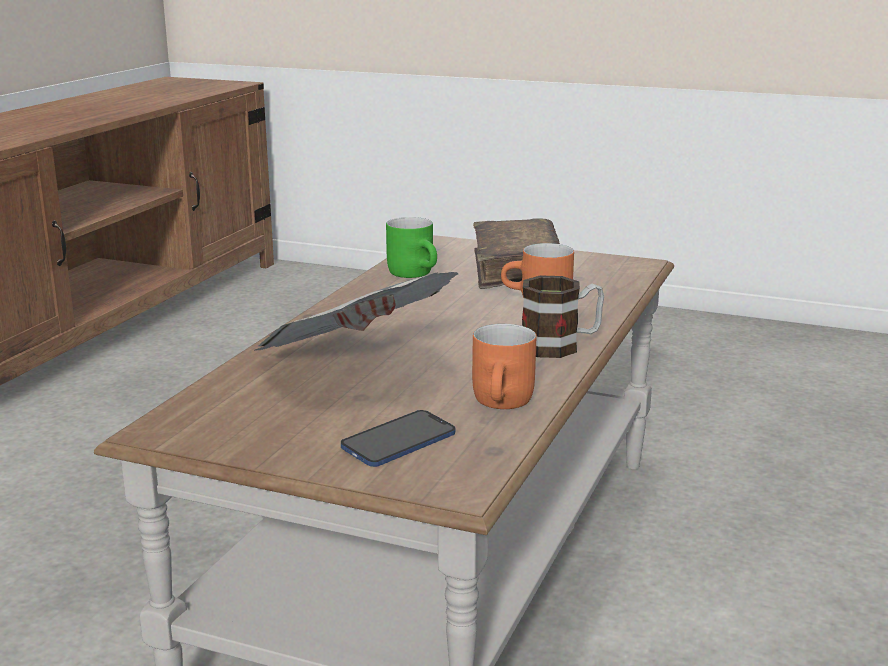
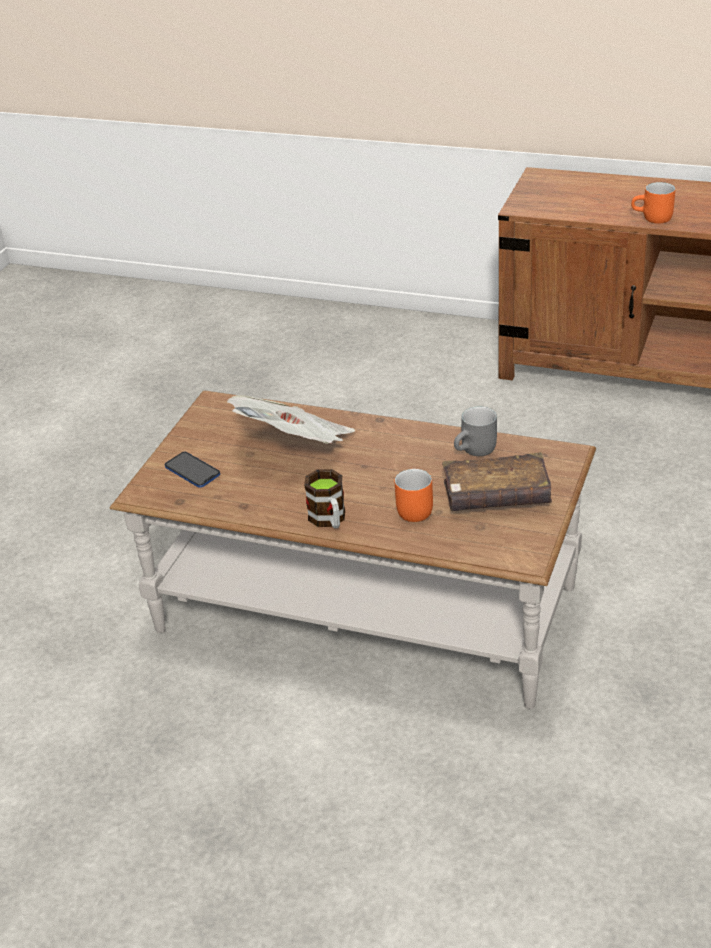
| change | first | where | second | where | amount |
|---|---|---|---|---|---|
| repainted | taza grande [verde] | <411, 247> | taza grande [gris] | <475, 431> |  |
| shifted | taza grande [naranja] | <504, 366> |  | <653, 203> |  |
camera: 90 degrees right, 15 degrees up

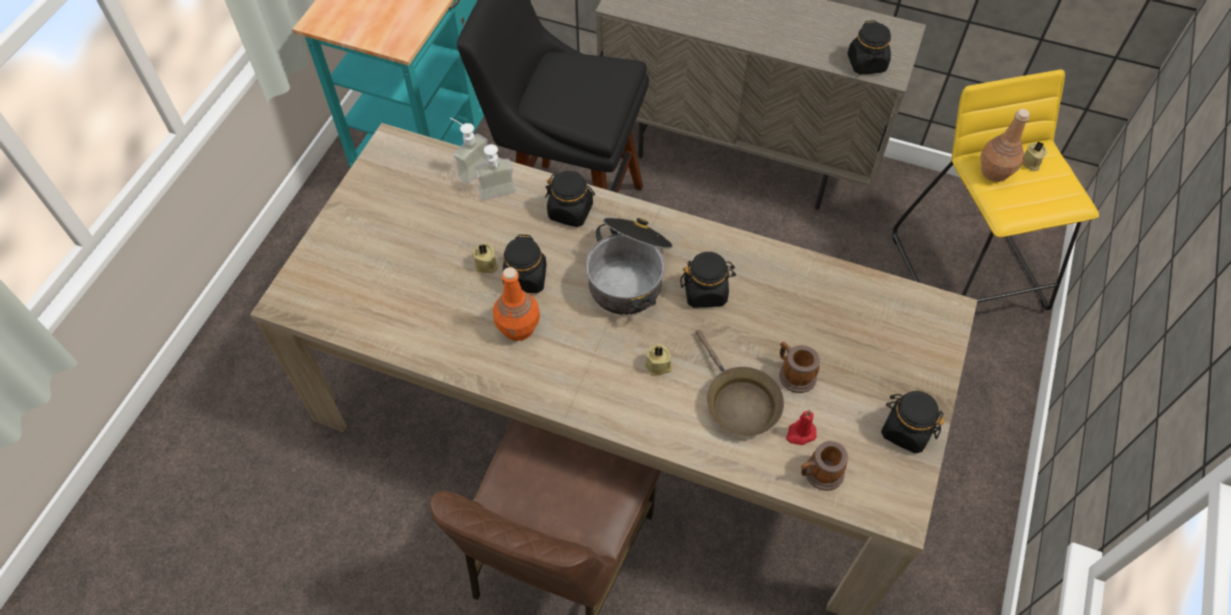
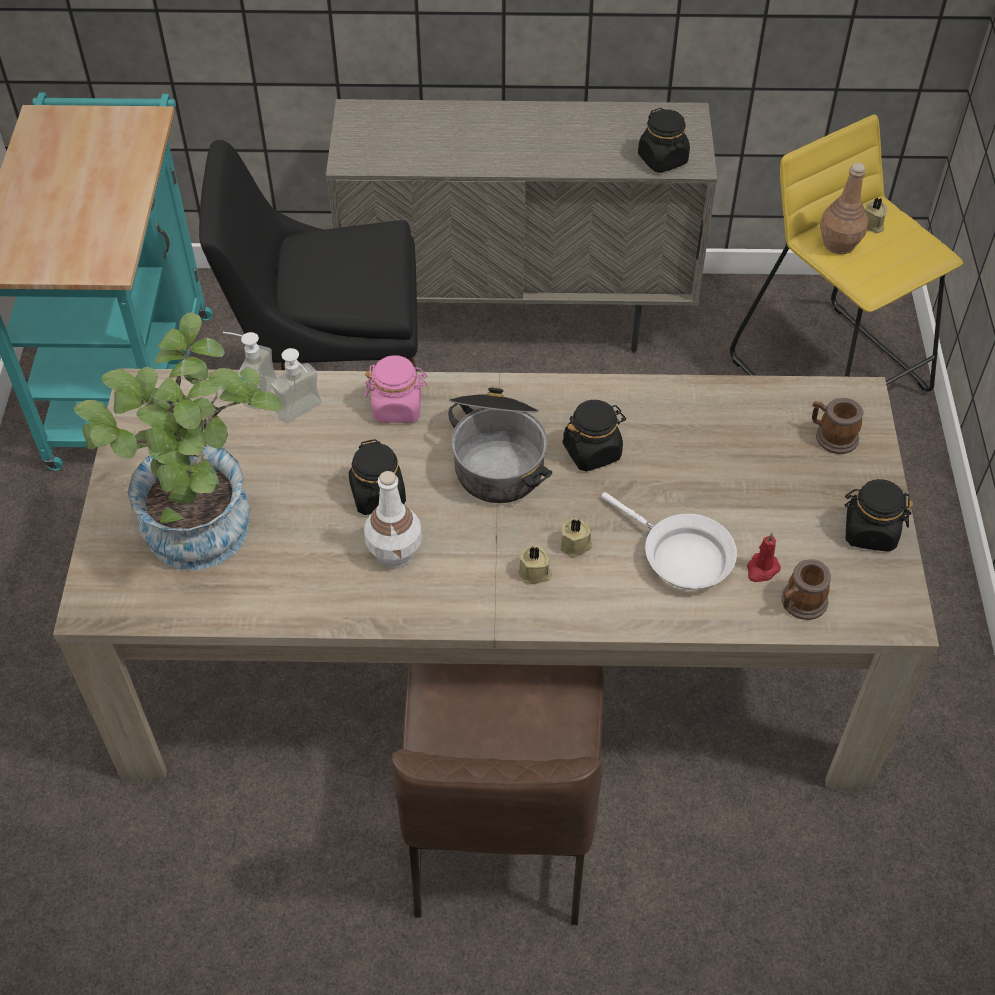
| change | first | where | second | where | amount |
|---|---|---|---|---|---|
| new |  |  | planta en maceta | <178, 441> |  |
| repainted | botella [naranja] | <516, 304> | botella [blanco] | <393, 519> |  |
| repainted | tarro [negro] | <570, 199> | tarro [rosa] | <396, 389> |  |
| shifted | vela [beis] | <485, 259> |  | <535, 565> |  |
| repainted | sartén [marrón] | <739, 383> | sartén [blanco] | <669, 540> |  |
| shifted | taza grande | <799, 367> |  | <837, 426> |  |
camera: 20 degrees left, 5 degrees down

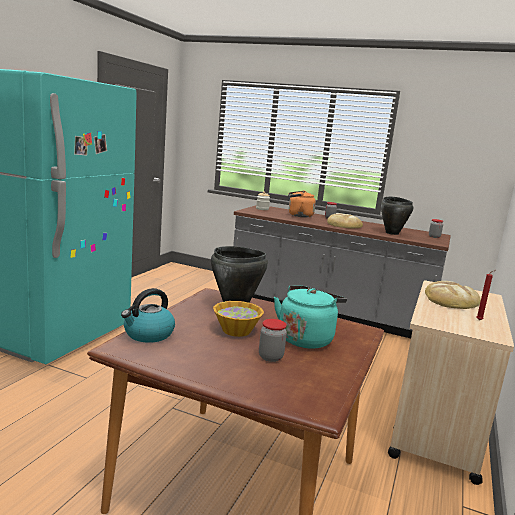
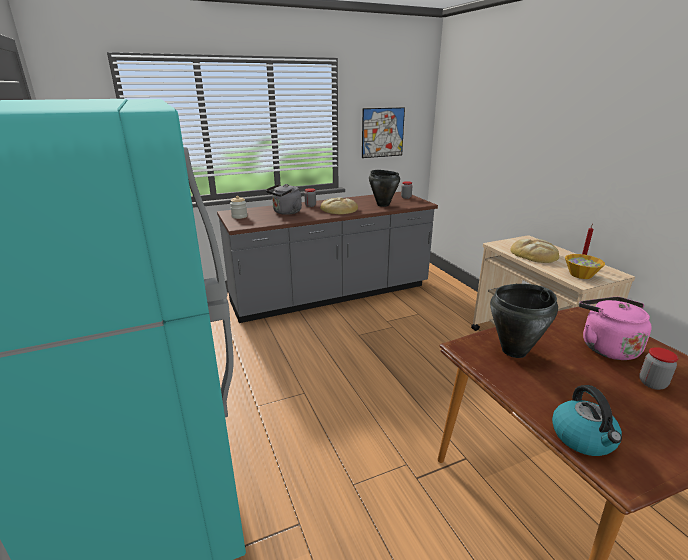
| change | first | where | second | where | amount |
|---|---|---|---|---|---|
| repainted | hervidor [naranja] | <302, 203> | hervidor [gris] | <284, 199> |  |
| new |  |  | cuadro | <383, 132> |  |
| shifted | cuenco | <238, 319> |  | <585, 266> |  |
| repainted | hervidor [turquesa] | <310, 317> | hervidor [rosa] | <615, 328> |  |
camera: 45 degrees left, 10 degrees up

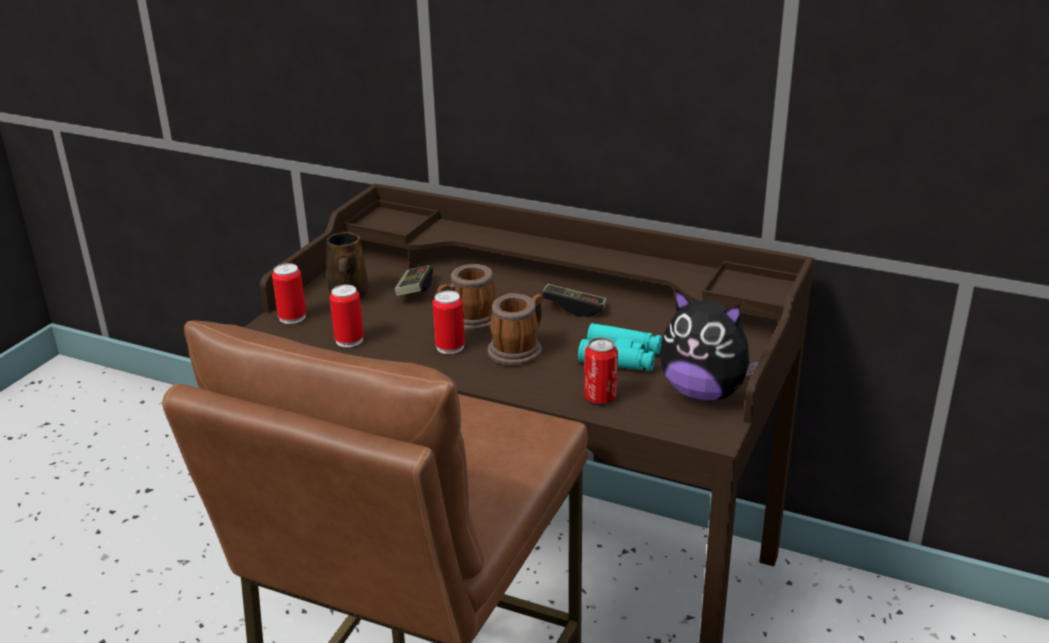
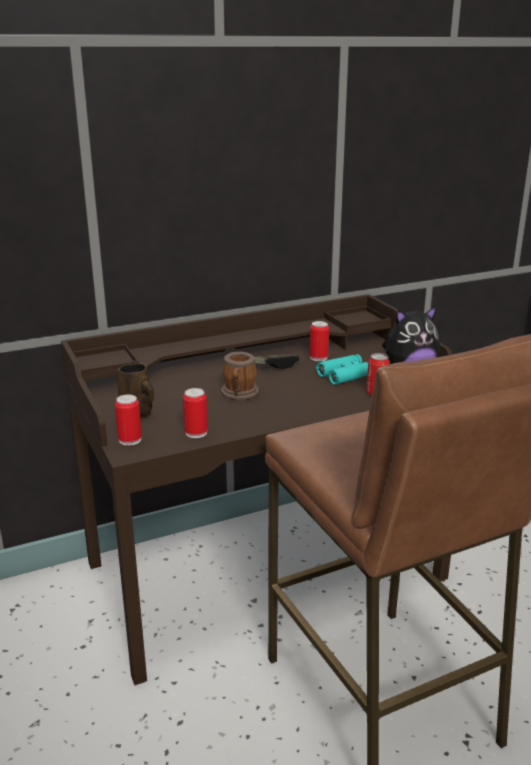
| change | first | where | second | where | amount |
|---|---|---|---|---|---|
| shifted | lata | <449, 322> |  | <319, 341> |  |
| gone | mando de consola | <413, 280> |  |  |  |
| gone | taza grande | <515, 329> |  |  |  |
camera: 50 degrees left, 5 degrees down

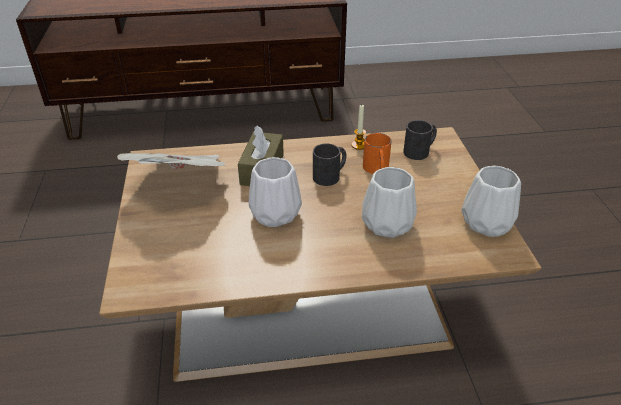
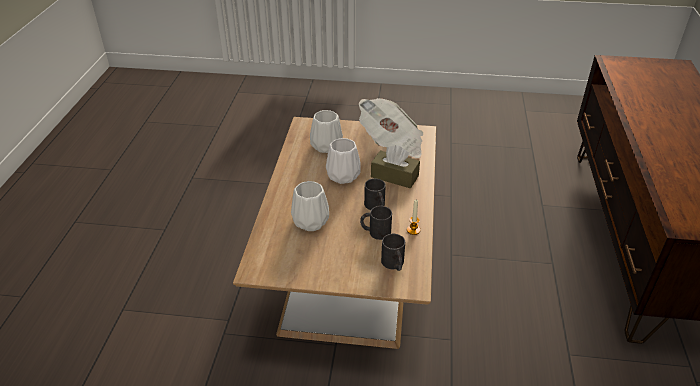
| change | first | where | second | where | amount |
|---|---|---|---|---|---|
| shifted | florero [blanco] | <491, 201> |  | <326, 131> |  |
| repainted | taza grande [naranja] | <377, 153> | taza grande [negro] | <376, 223> |  |
camera: 105 degrees right, 0 degrees up

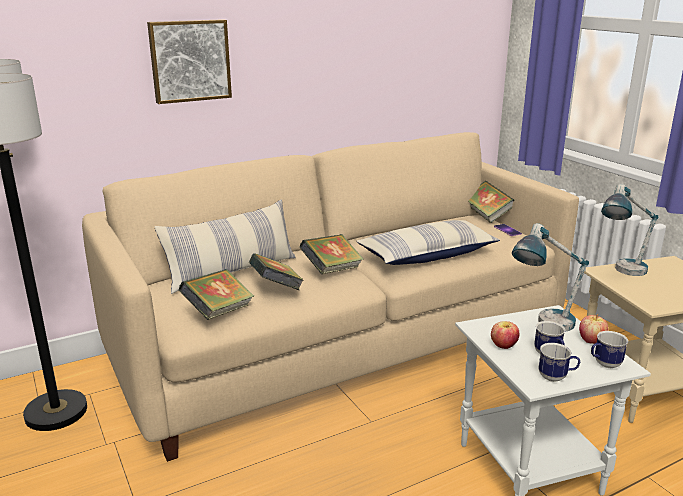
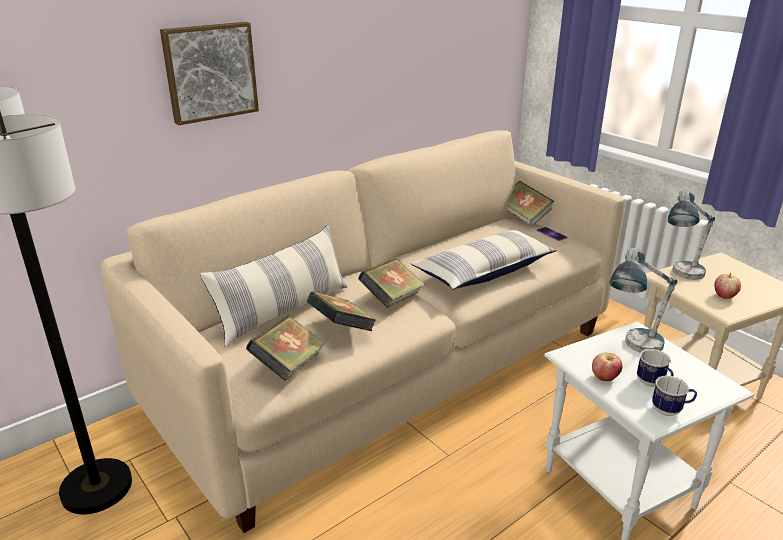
| change | first | where | second | where | amount |
|---|---|---|---|---|---|
| shifted | manzana | <593, 329> |  | <727, 286> |  |
| gone | taza grande | <609, 349> |  |  |  |
camera: 10 degrees left, 5 degrees up

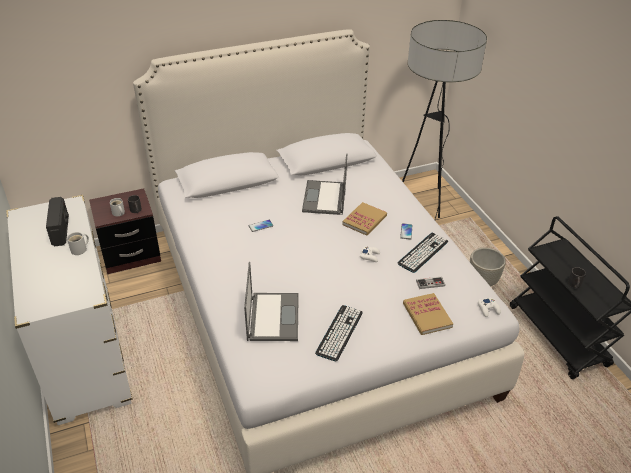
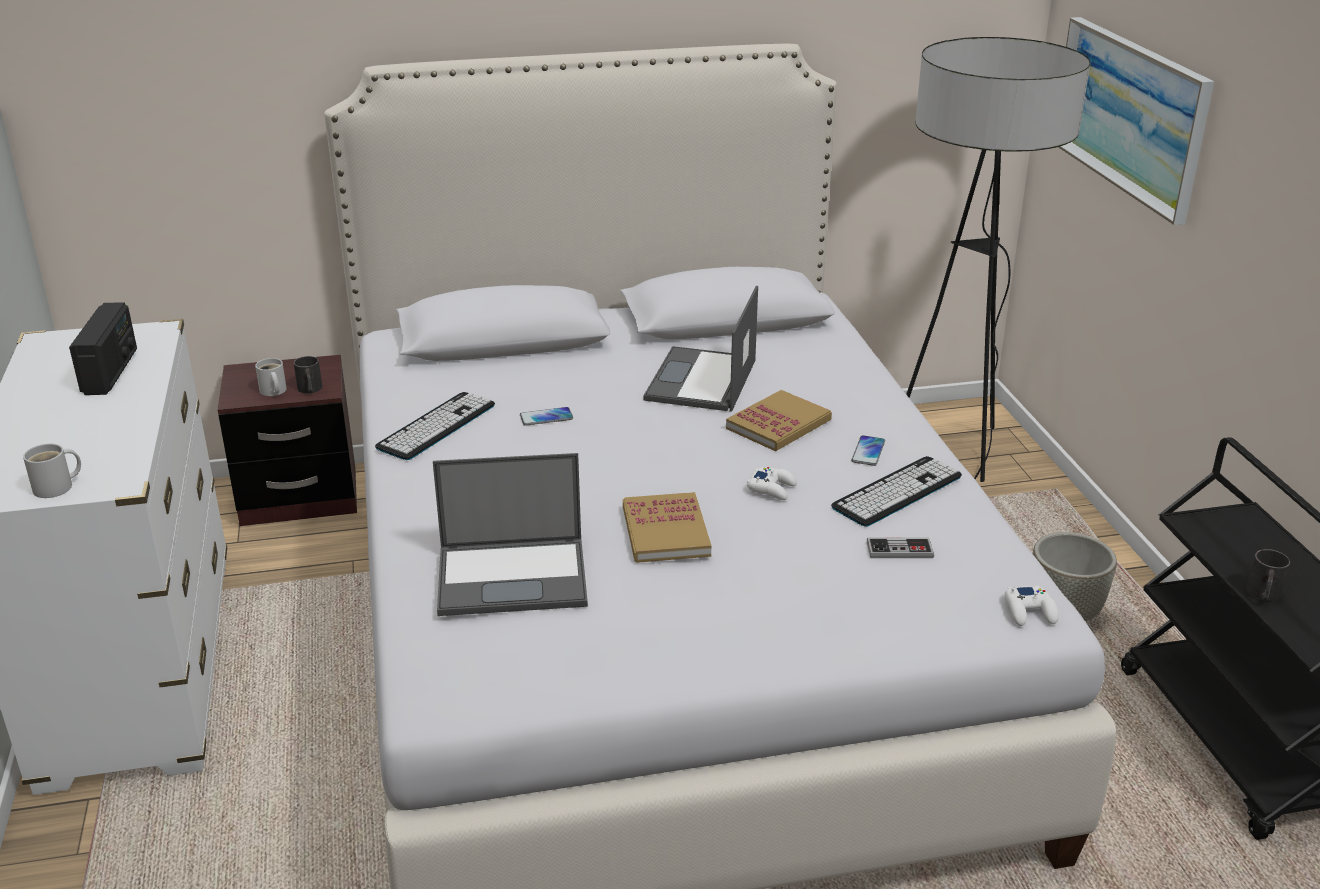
| change | first | where | second | where | amount |
|---|---|---|---|---|---|
| shifted | taza grande [blanco] | <78, 243> |  | <52, 471> |  |
| shifted | teclado | <339, 333> |  | <435, 426> |  |
| rotated | portátil | <271, 301> |  | <510, 534> | 75 degrees clockwise |
| shifted | libro | <428, 314> |  | <667, 527> |  |
| new |  |  | cuadro | <1136, 121> |  |
camera: 10 degrees right, 10 degrees down

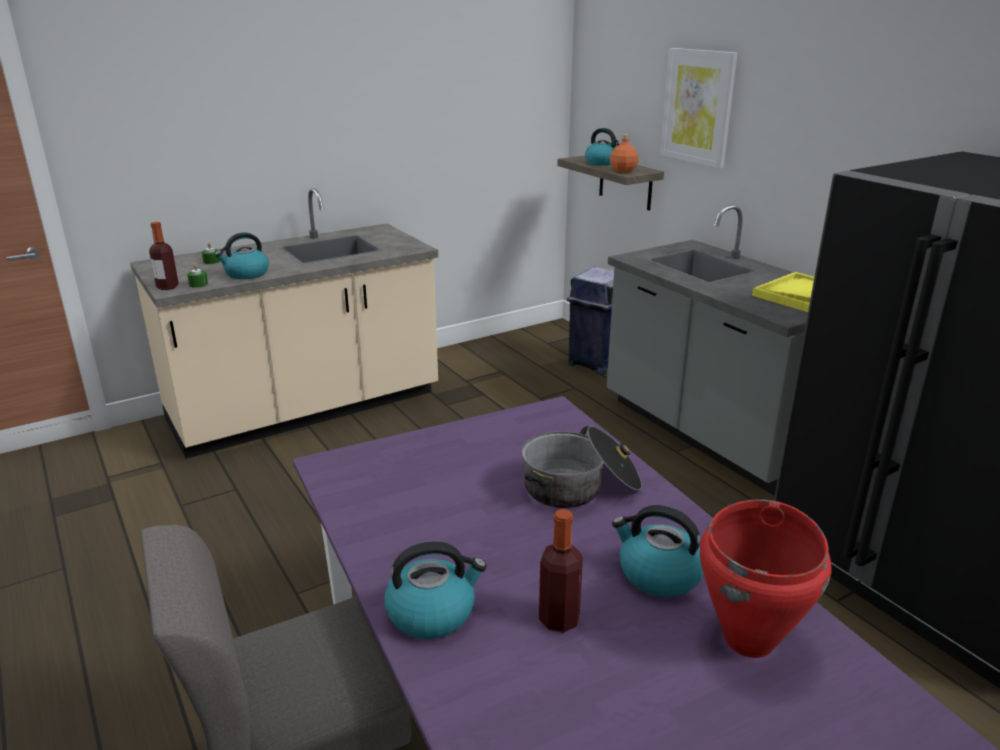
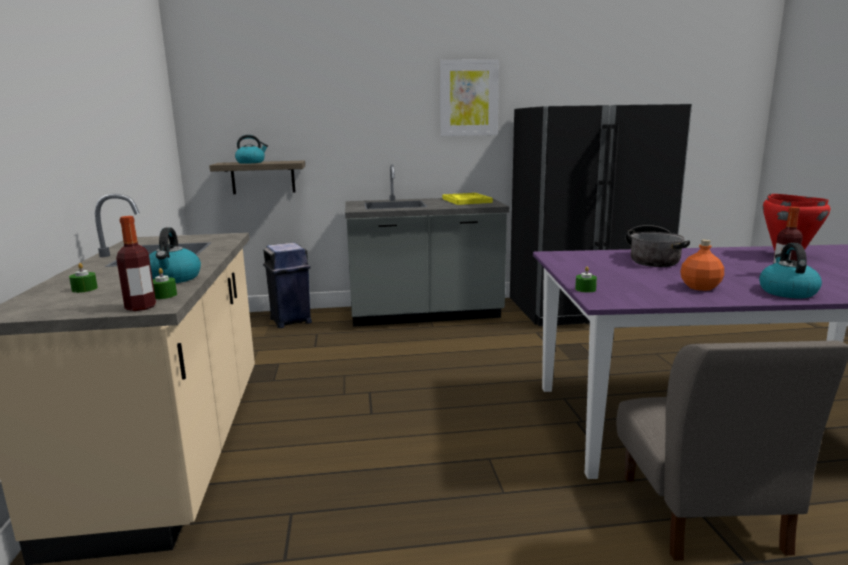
| change | first | where | second | where | amount |
|---|---|---|---|---|---|
| shifted | cuadro | <699, 108> |  | <469, 97> |  |
| new |  |  | vela [verde] | <586, 279> |  |
| shifted | botella [naranja] | <624, 153> |  | <702, 265> |  |
| gone | hervidor | <658, 551> |  |  |  |
camera: 65 degrees left, 10 degrees down

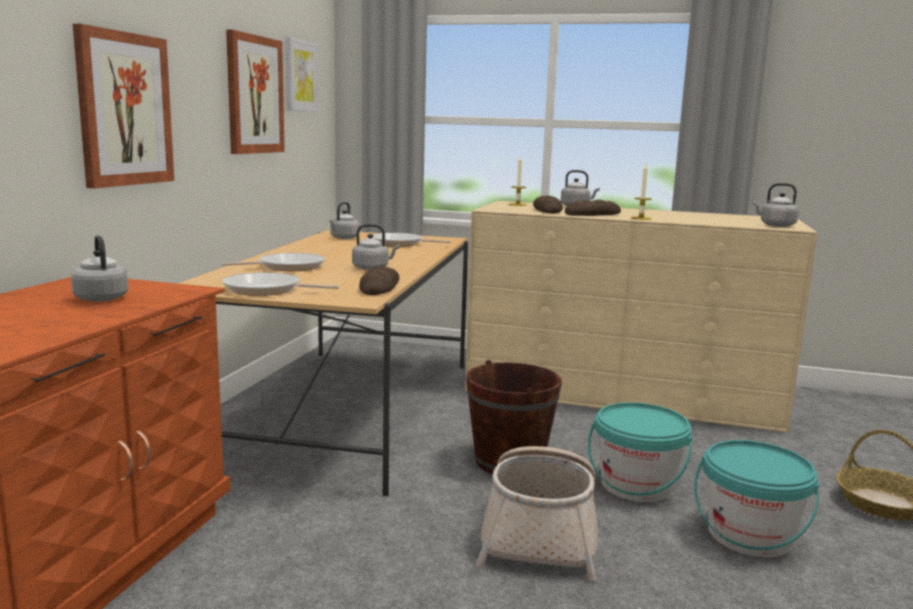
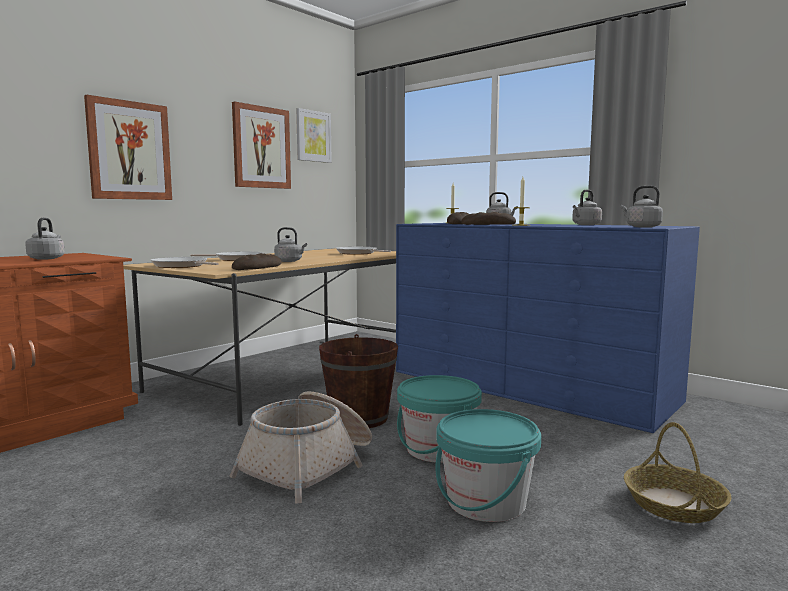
| change | first | where | second | where | amount |
|---|---|---|---|---|---|
| repainted | cómoda [beis] | <641, 317> | cómoda [azul] | <548, 328> |  |
| shifted | hervidor [gris] | <344, 220> |  | <587, 207> |  |
camera: 25 degrees right, 5 degrees down

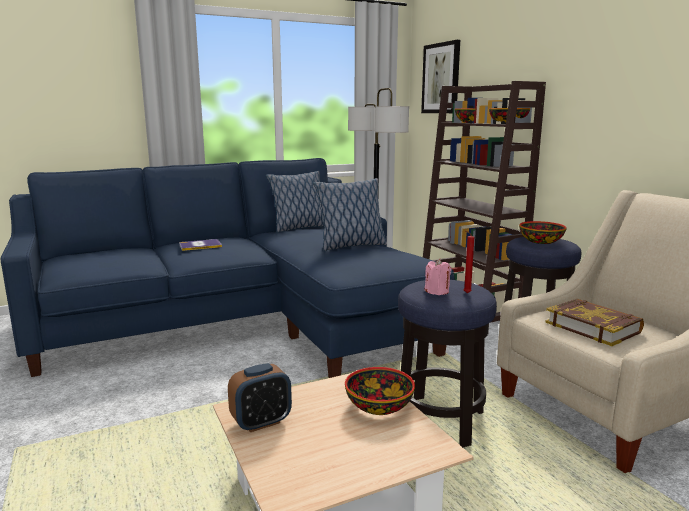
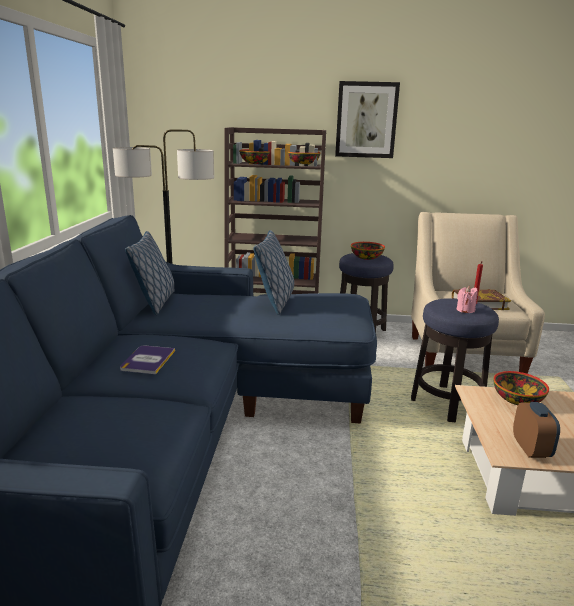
| change | first | where | second | where | amount |
|---|---|---|---|---|---|
| shifted | cuadro | <440, 76> |  | <367, 119> |  |
camera: 60 degrees left, 5 degrees up

